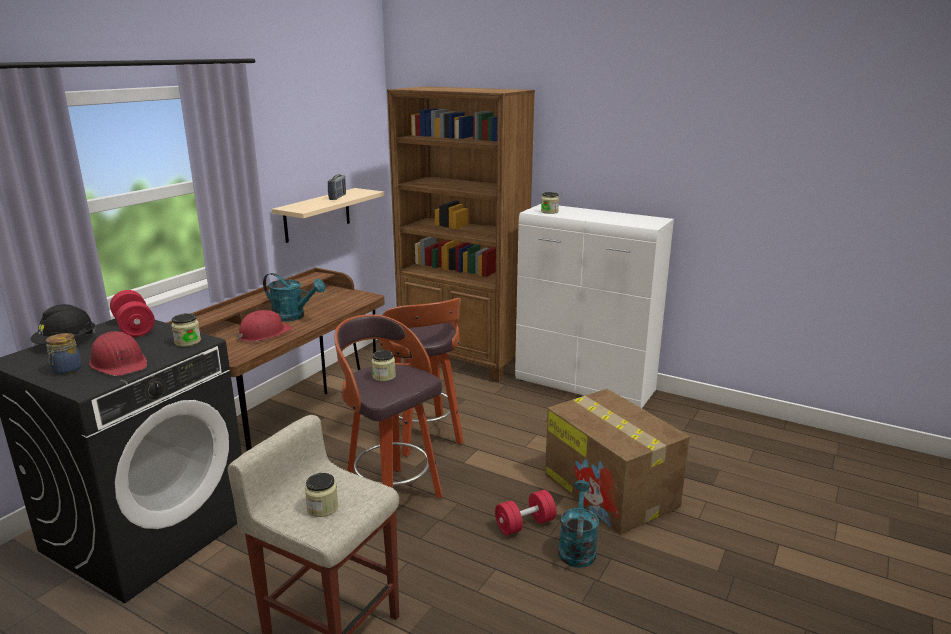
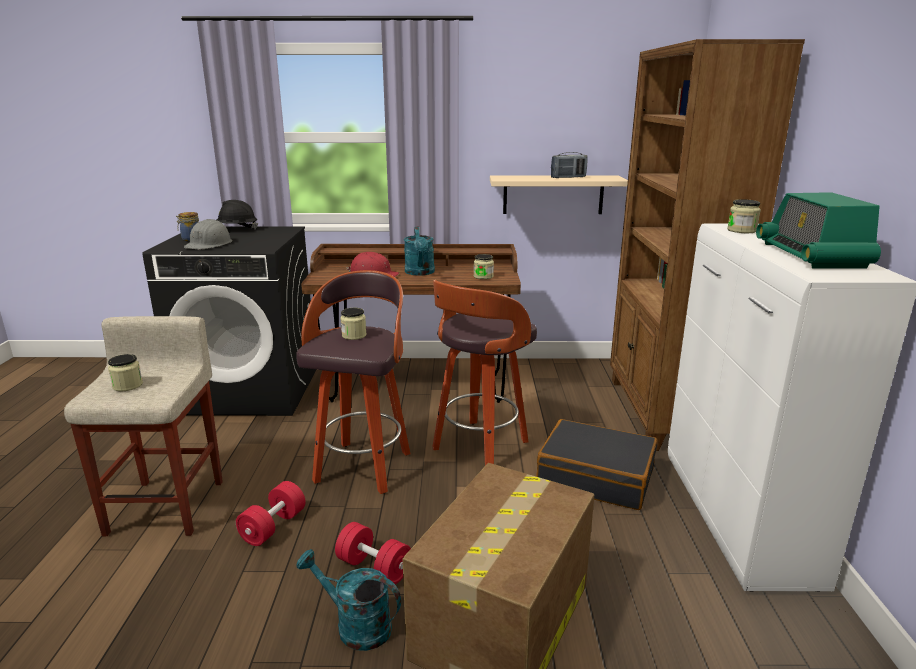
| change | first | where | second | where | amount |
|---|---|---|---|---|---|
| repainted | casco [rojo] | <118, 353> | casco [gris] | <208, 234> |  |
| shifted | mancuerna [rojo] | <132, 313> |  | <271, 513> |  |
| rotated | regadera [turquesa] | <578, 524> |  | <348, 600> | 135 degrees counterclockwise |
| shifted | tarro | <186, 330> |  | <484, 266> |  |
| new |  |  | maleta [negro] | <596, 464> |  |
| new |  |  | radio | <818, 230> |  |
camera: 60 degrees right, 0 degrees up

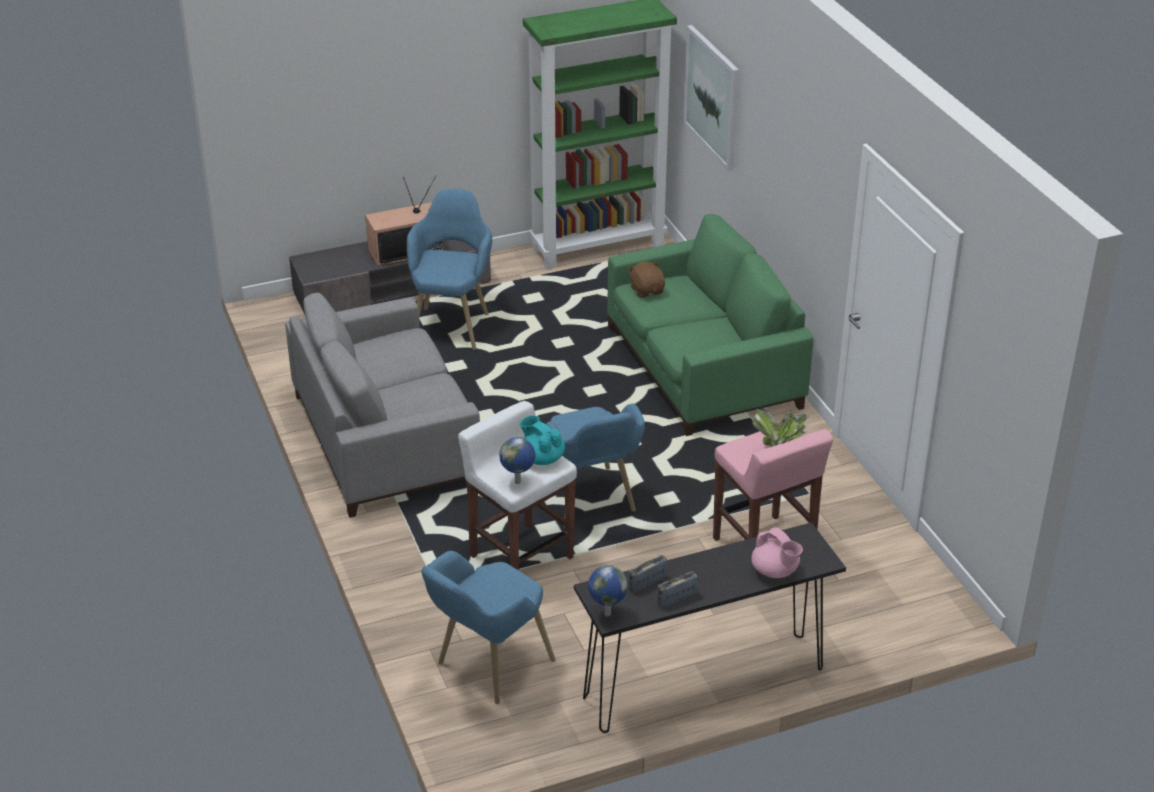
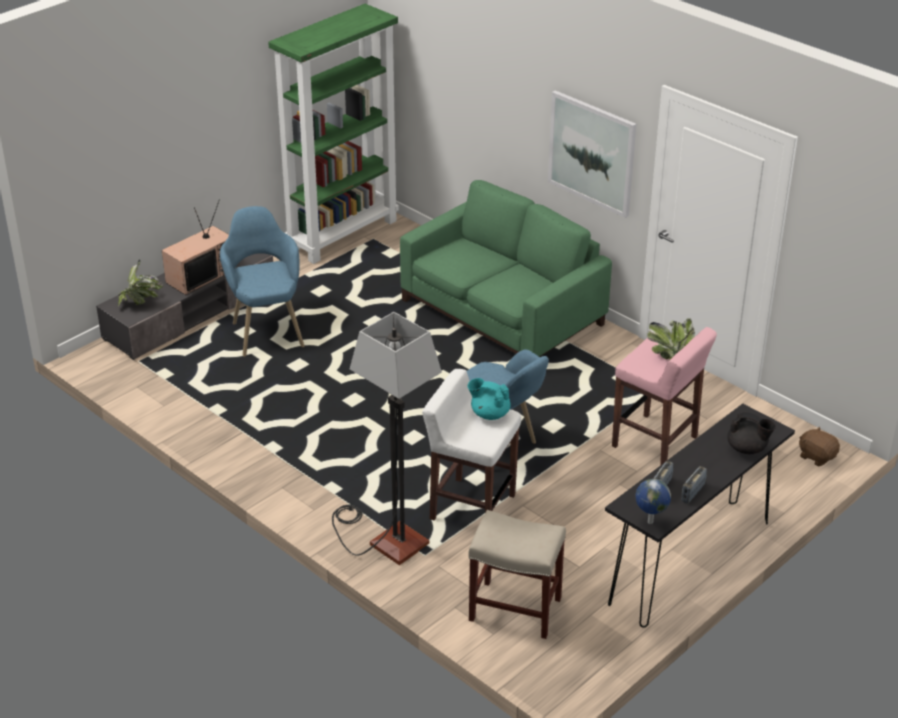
| change | first | where | second | where | amount |
|---|---|---|---|---|---|
| new |  |  | planta en maceta | <140, 283> |  |
| new |  |  | lámpara de pie | <387, 438> |  |
| swapped | sillón [azul] | <488, 627> | taburete [beis] | <517, 574> |  |
| shifted | cuadro | <711, 98> |  | <592, 154> |  |
| repainted | tetera [rosa] | <777, 553> | tetera [negro] | <751, 433> |  |
| shifted | peluche [marrón] | <646, 279> |  | <819, 446> |  |
| gone | sofá [gris] | <382, 405> |  |  |  |
| gone | globo terráqueo | <517, 460> |  |  |  |
camera: 25 degrees left, 0 degrees up

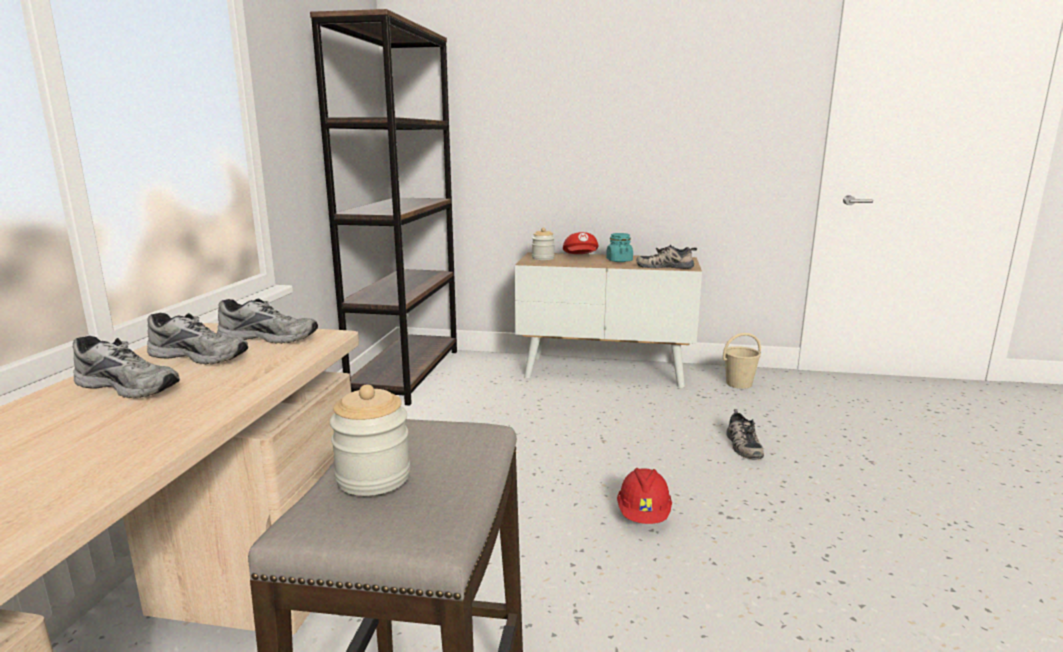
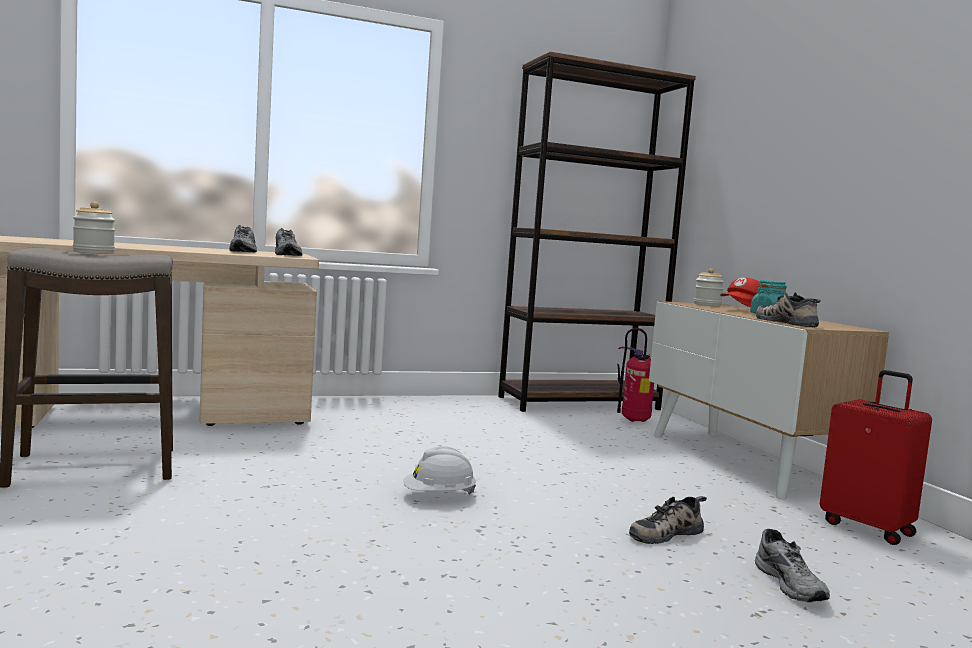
| change | first | where | second | where | amount |
|---|---|---|---|---|---|
| repainted | casco [rojo] | <644, 496> | casco [blanco] | <439, 470> |  |
| new |  |  | extintor | <635, 375> |  |
| shifted | zapato [gris] | <126, 367> |  | <792, 565> |  |
| swapped | cubo [beis] | <742, 361> | maleta [rojo] | <876, 457> |  |
camera: 60 degrees right, 10 degrees down

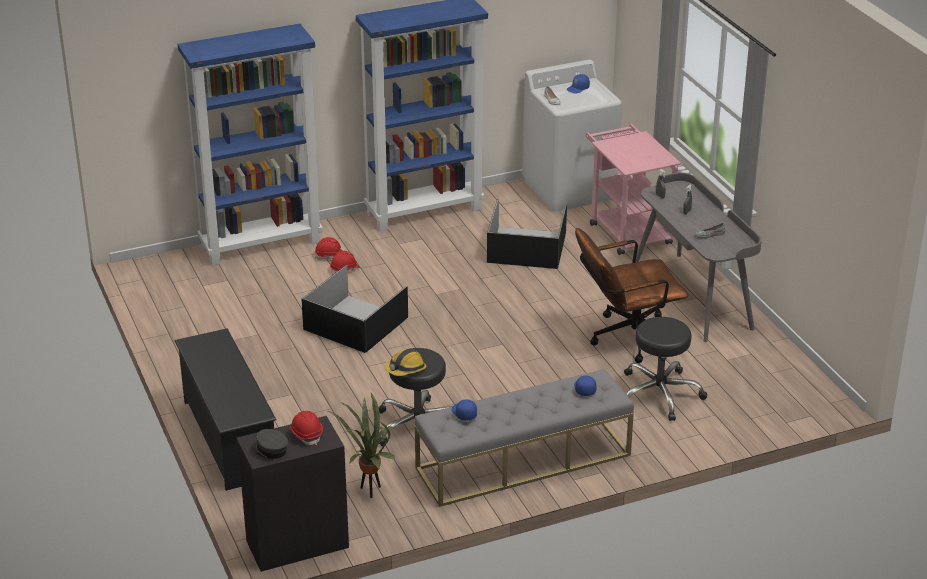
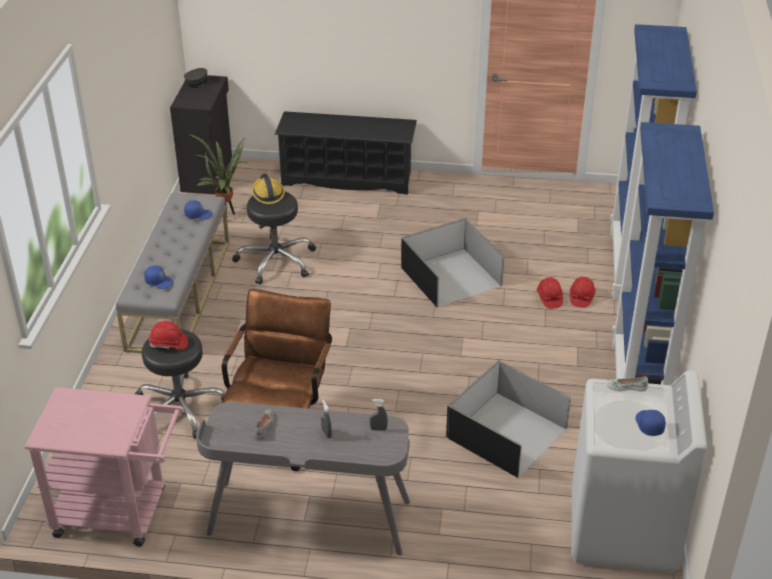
| change | first | where | second | where | amount |
|---|---|---|---|---|---|
| shifted | carrito [rosa] | <633, 189> |  | <104, 467> |  |
| shifted | casco [rojo] | <306, 427> |  | <168, 335> |  |
camera: 120 degrees right, 5 degrees up

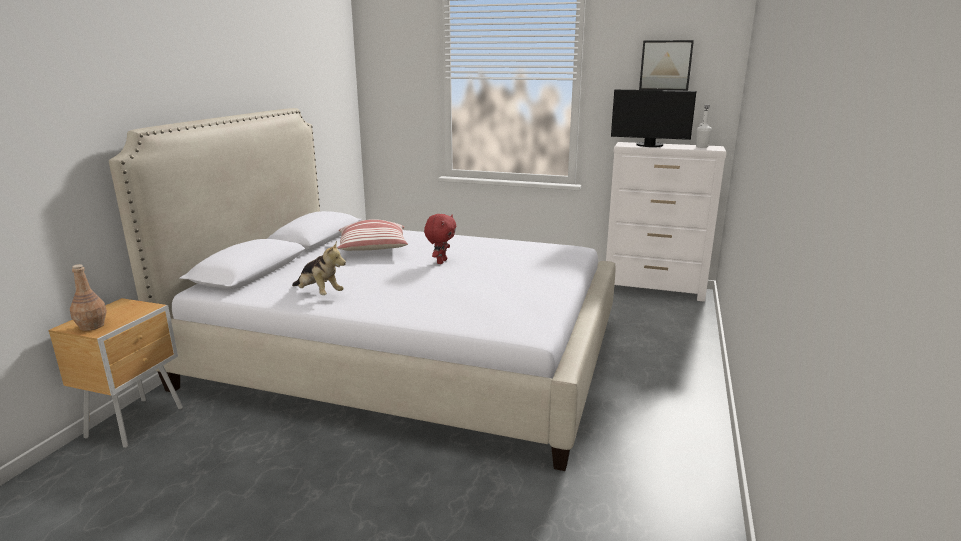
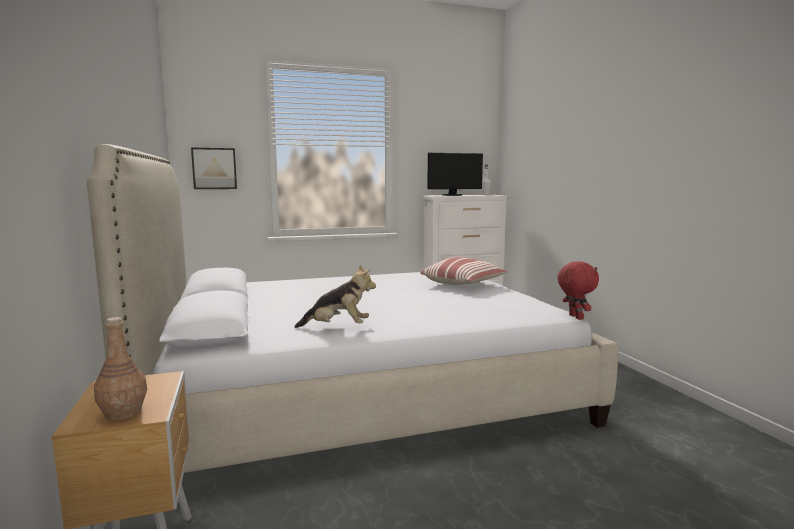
| change | first | where | second | where | amount |
|---|---|---|---|---|---|
| shifted | cuadro | <666, 65> |  | <214, 168> |  |
| shifted | cojín | <372, 235> |  | <464, 271> |  |
| shifted | peluche [rojo] | <440, 239> |  | <578, 290> |  |
camera: 35 degrees left, 10 degrees down

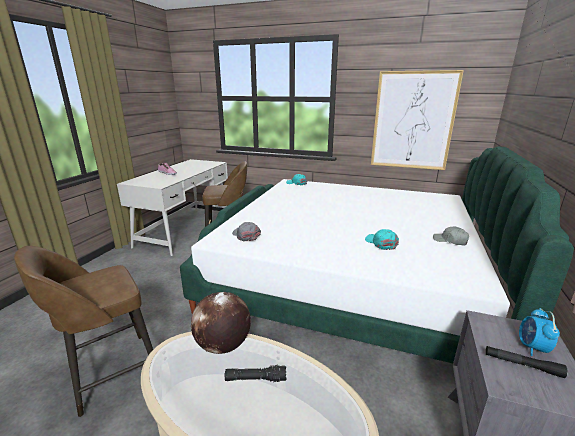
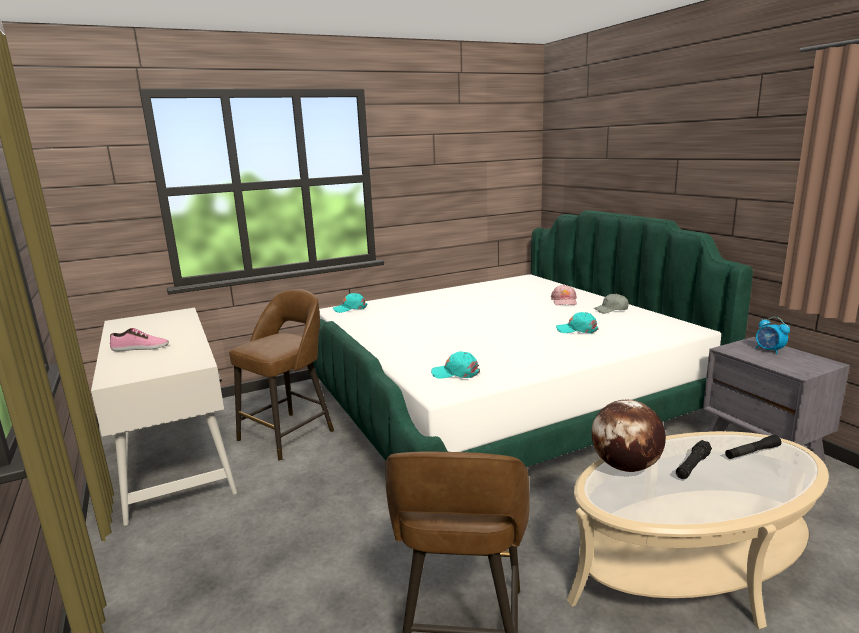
| change | first | where | second | where | amount |
|---|---|---|---|---|---|
| repainted | gorra [gris] | <246, 231> | gorra [turquesa] | <455, 365> |  |
| new |  |  | gorra [rosa] | <564, 295> |  |
| shifted | linterna [negro] | <526, 362> |  | <753, 447> |  |
| gone | cuadro | <417, 120> |  |  |  |
camera: 45 degrees left, 5 degrees down

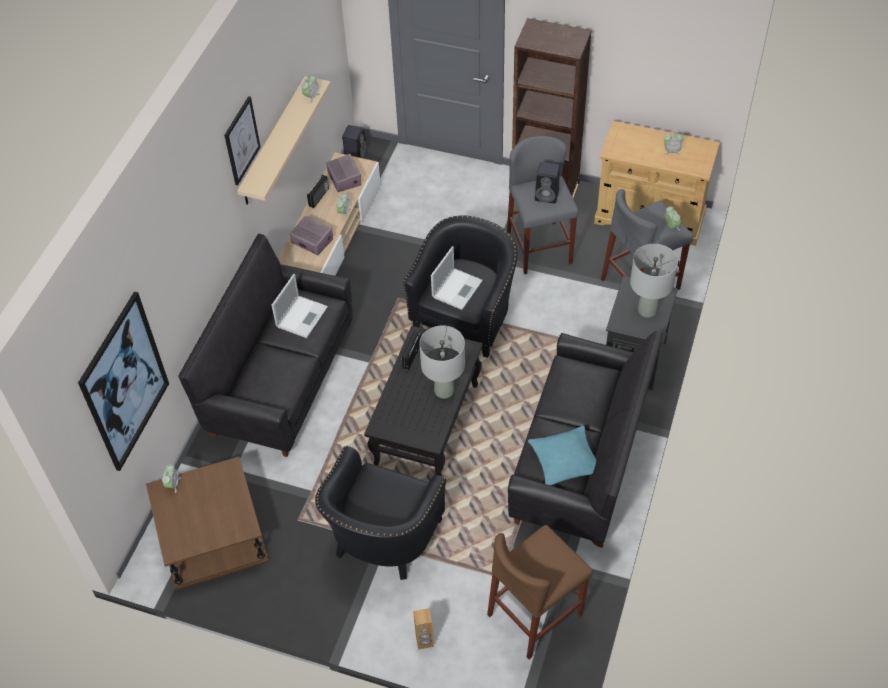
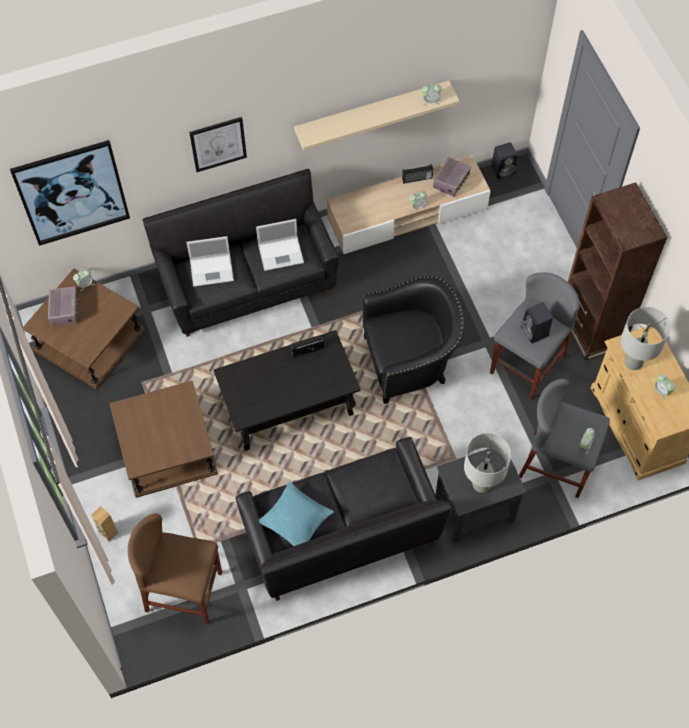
| change | first | where | second | where | amount |
|---|---|---|---|---|---|
| shifted | radio | <311, 235> |  | <63, 306> |  |
| swapped | sillón [negro] | <380, 513> | mesa auxiliar [marrón] | <163, 439> |  |
| shifted | portátil | <457, 278> |  | <210, 261> |  |
| shifted | cuadro | <242, 140> |  | <218, 144> |  |
| shifted | lámpara de mesa [gris] | <442, 362> |  | <646, 338> |  |
camera: 50 degrees right, 10 degrees up

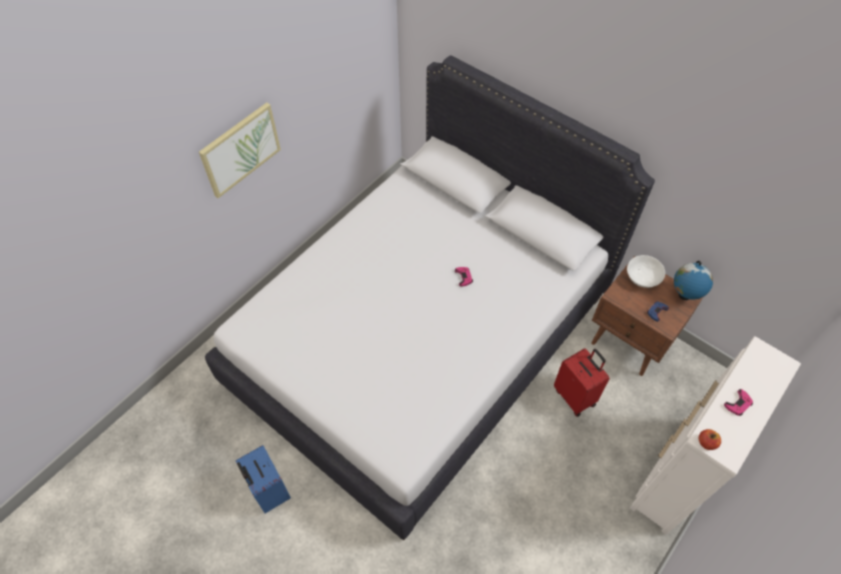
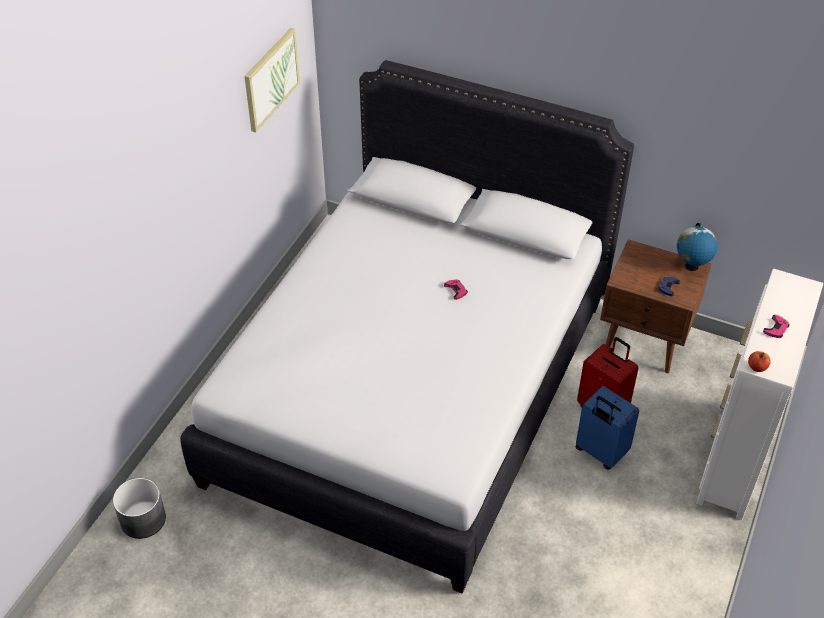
| change | first | where | second | where | amount |
|---|---|---|---|---|---|
| new |  |  | maceta [gris] | <139, 508> |  |
| shifted | cuadro | <240, 150> |  | <272, 80> |  |
| shifted | maleta [azul] | <263, 479> |  | <607, 428> |  |
| gone | cuenco [blanco] | <646, 271> |  |  |  |
camera: 15 degrees left, 10 degrees down

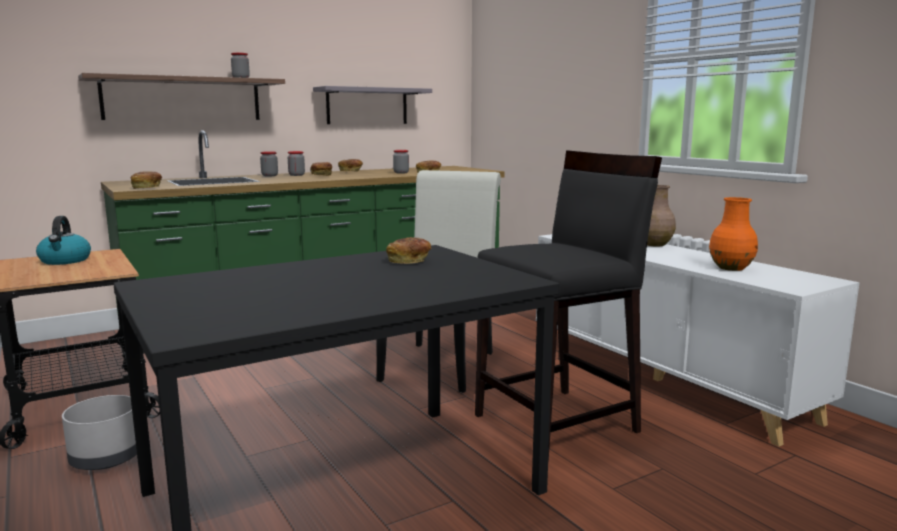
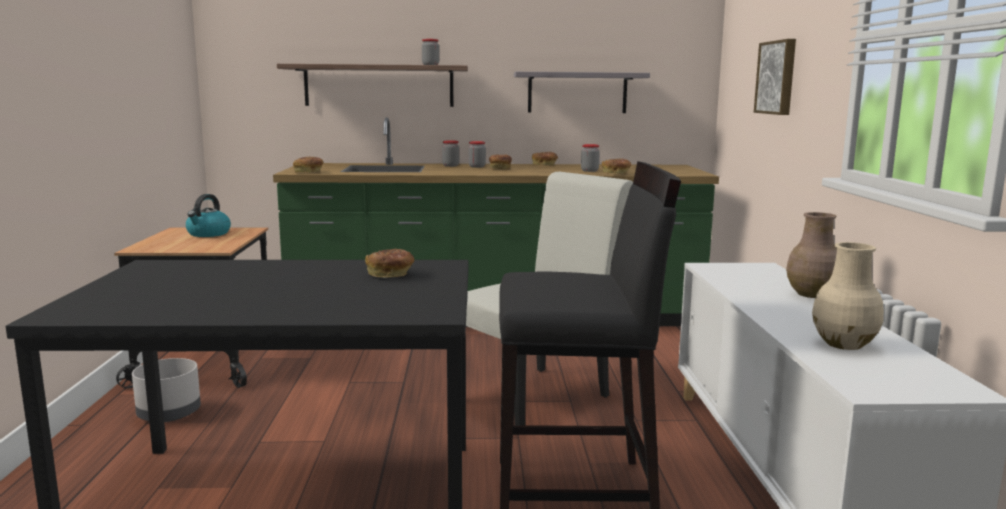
| change | first | where | second | where | amount |
|---|---|---|---|---|---|
| new |  |  | cuadro | <775, 77> |  |
| repainted | florero [naranja] | <733, 234> | florero [beis] | <848, 296> |  |
camera: 30 degrees right, 0 degrees up

